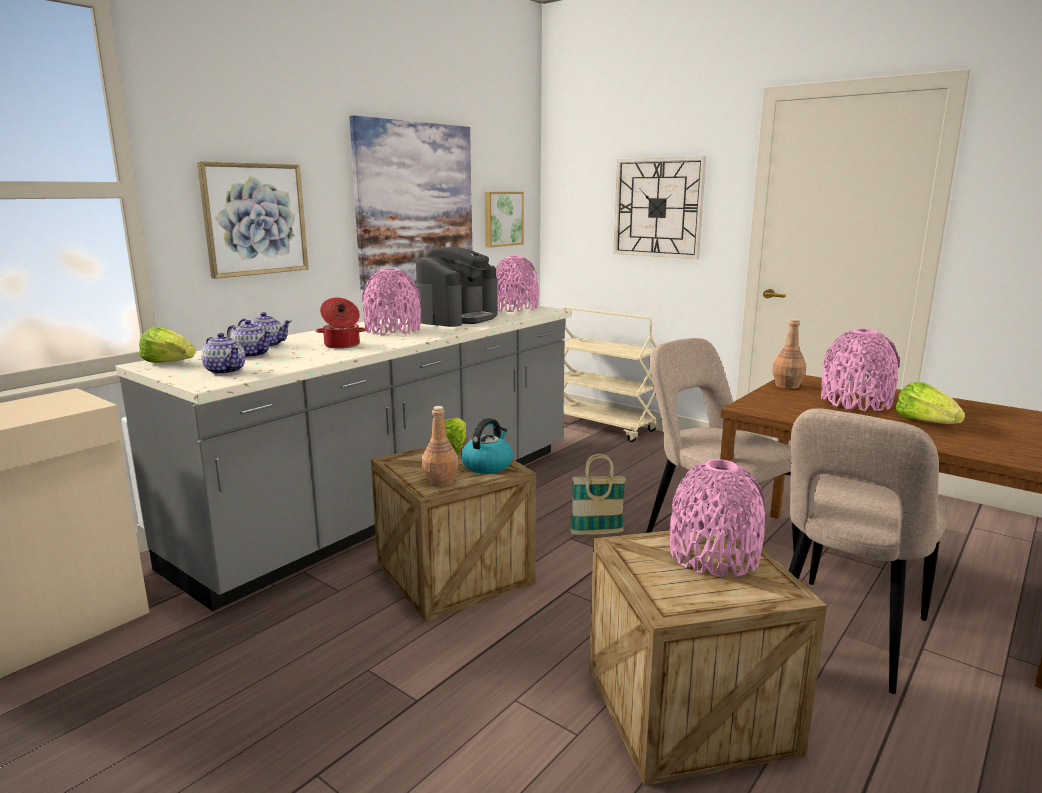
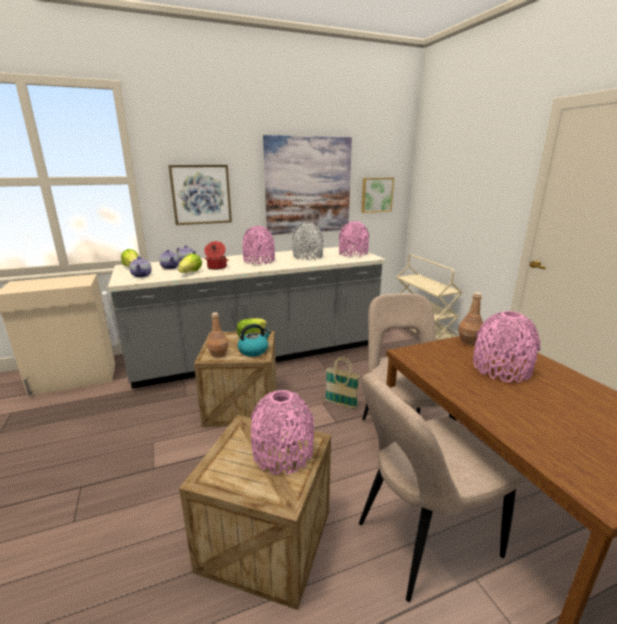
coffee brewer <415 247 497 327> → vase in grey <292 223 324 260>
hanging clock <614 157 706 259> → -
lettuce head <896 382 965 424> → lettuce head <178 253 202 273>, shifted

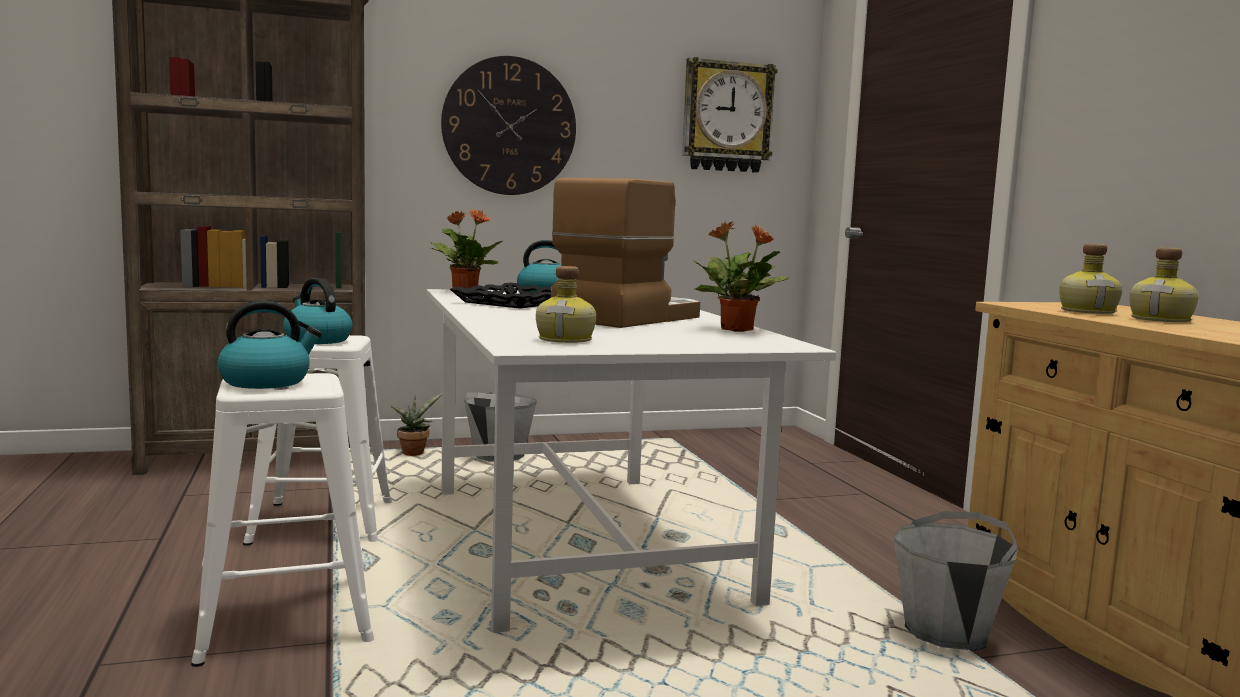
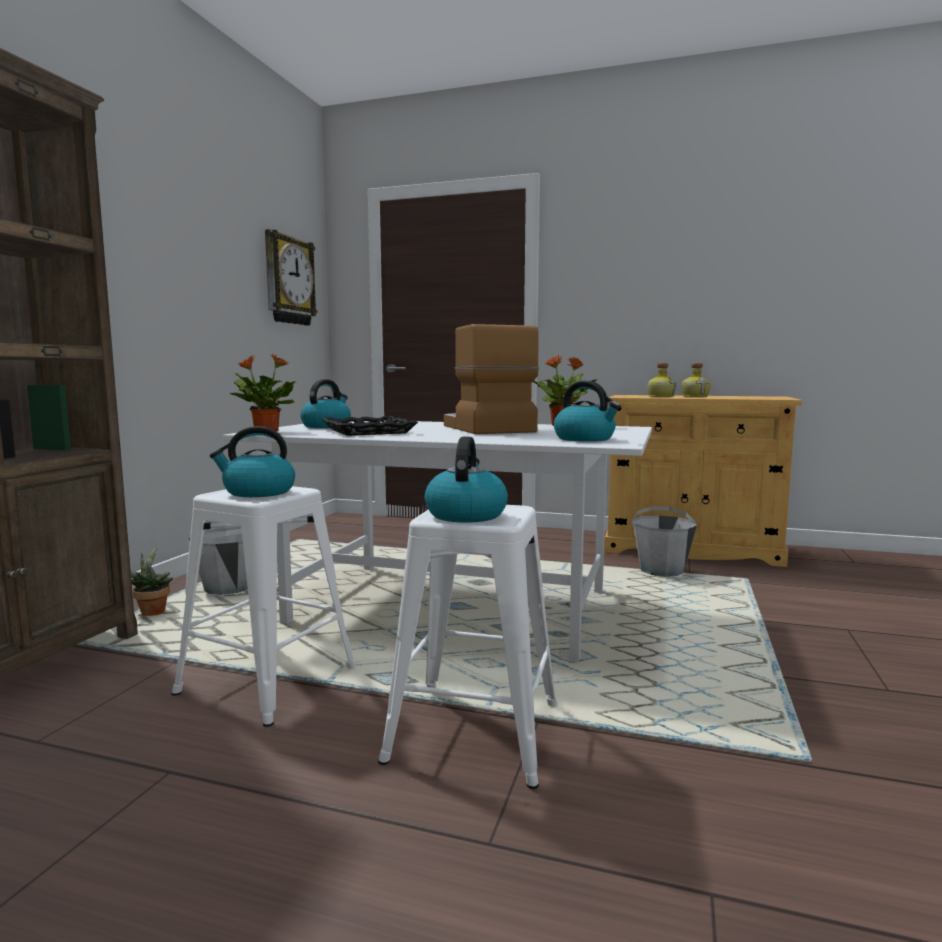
hanging clock <441 56 576 195> → -
beverage bottle <536 266 596 343> → tea kettle <554 381 621 442>

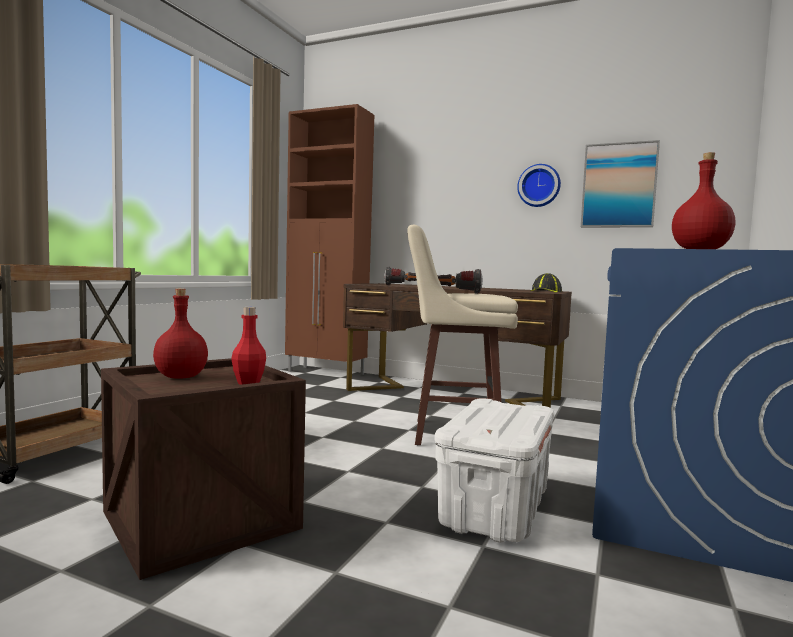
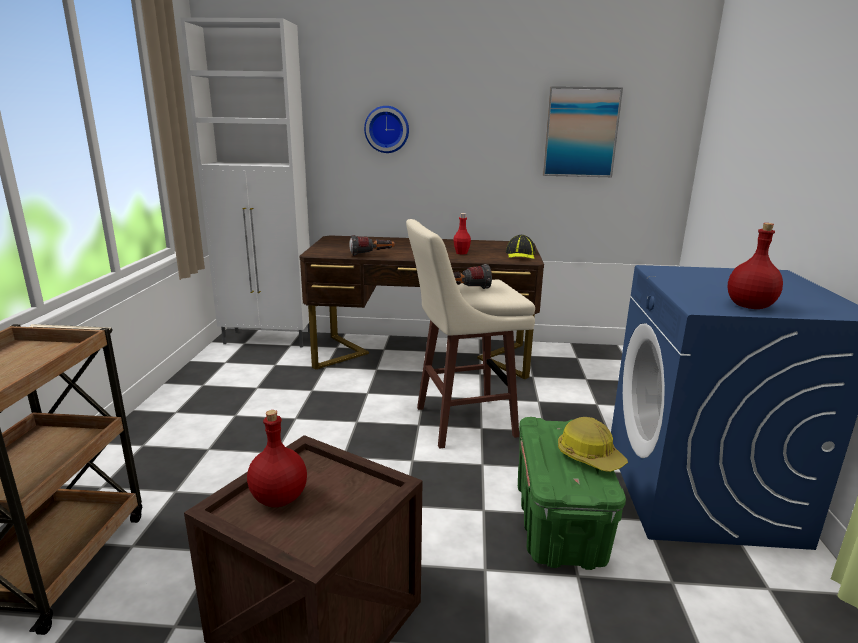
beverage bottle in reddish <231 307 266 385> → beverage bottle in reddish <453 213 471 254>, shifted
storage cabinet in brown <285 104 374 375> → storage cabinet in whitish <180 17 310 348>
storage bin in whitish <434 398 554 543> → storage bin in greenish <518 417 626 570>
hanging clock <517 164 561 207> → hanging clock <364 106 409 153>, shifted
- → safety helmet <558 417 628 472>

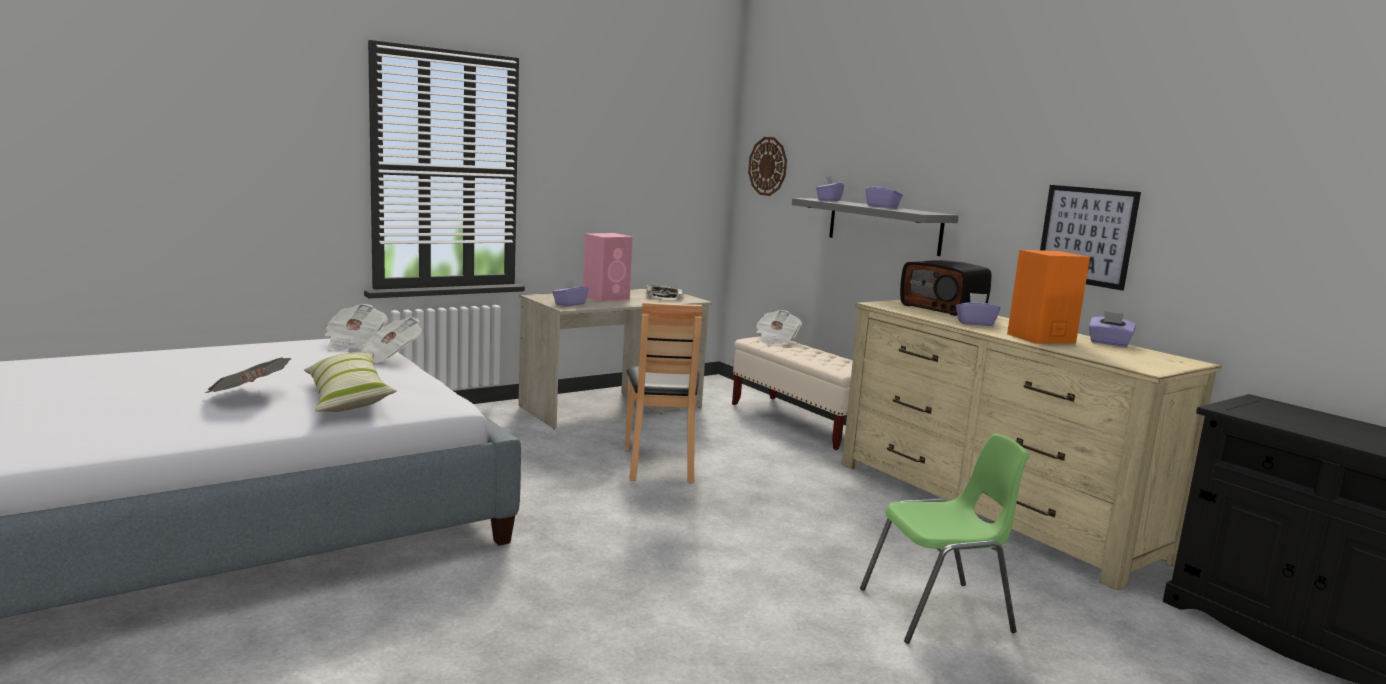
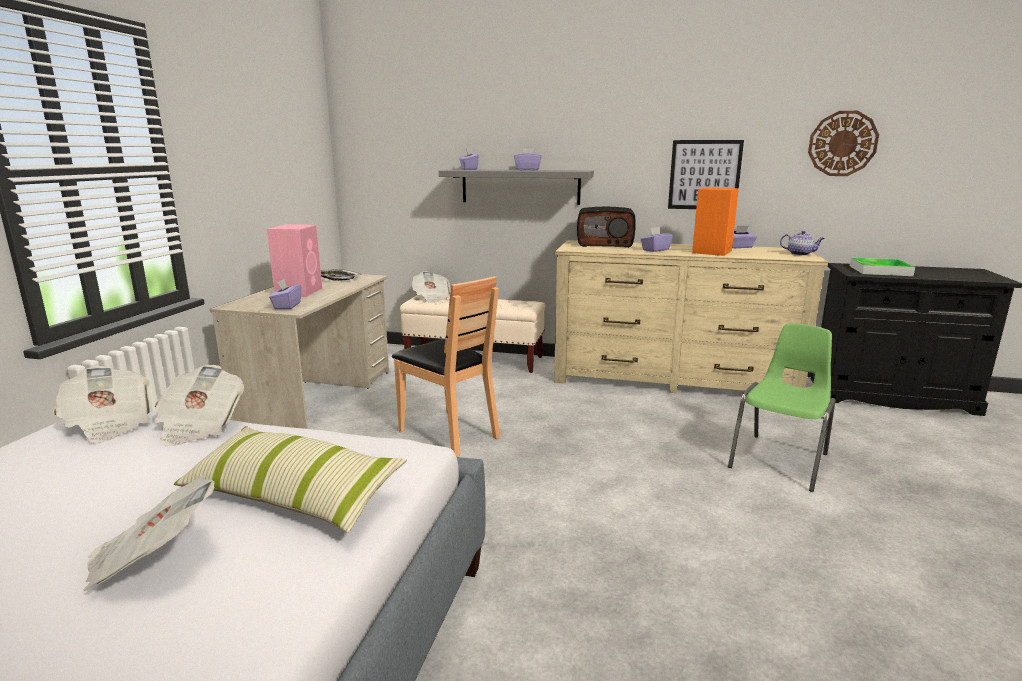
hanging clock <748 137 787 196> → hanging clock <808 111 879 176>, shifted
- → teapot <780 231 825 256>
- → carrying tray <850 258 915 276>

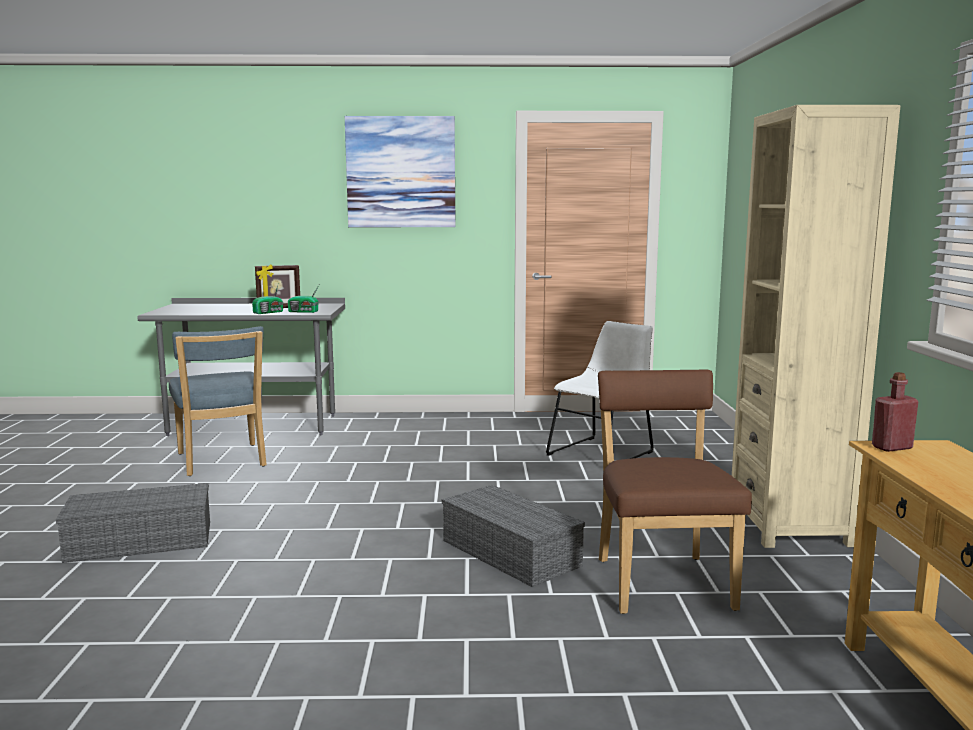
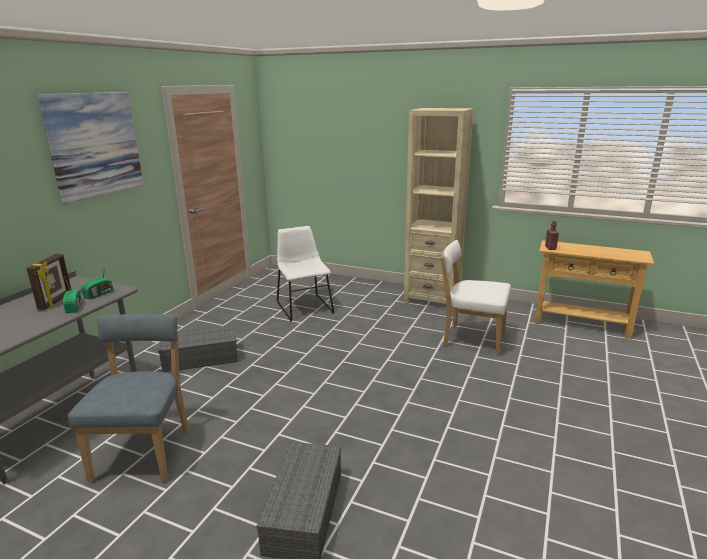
chair in blue <169 326 267 476> → chair in blue <68 314 189 483>, 90 degrees counterclockwise
storage bin in grey <442 485 585 587> → storage bin in grey <158 325 238 372>, shifted
chair in brown <598 369 752 614> → chair in whitish <440 240 511 356>

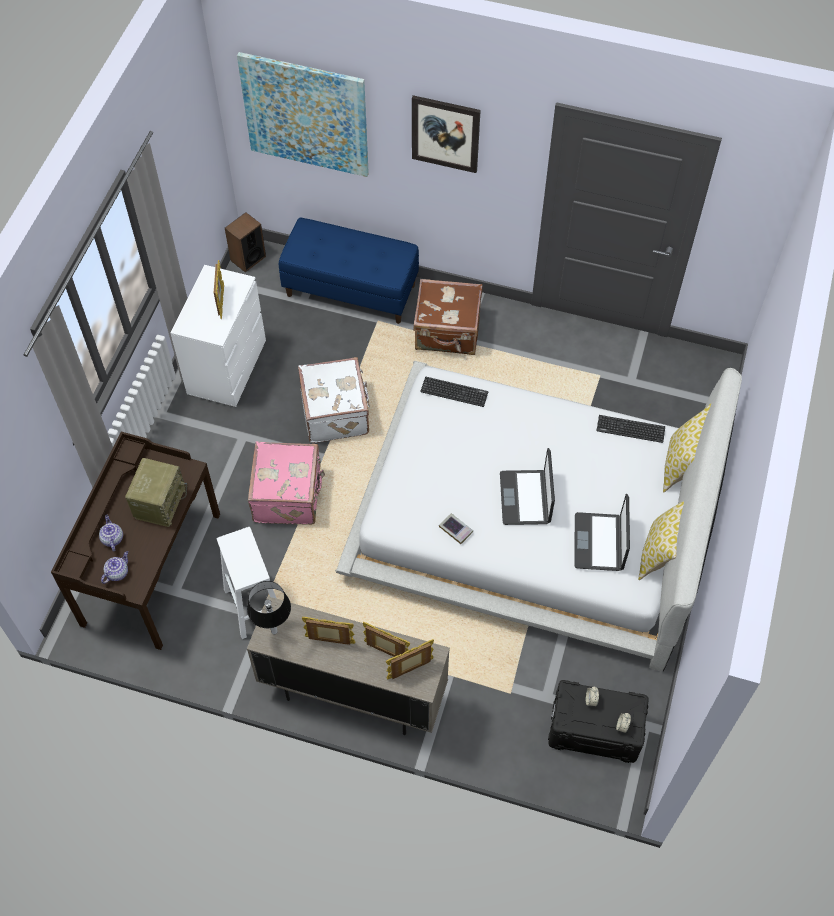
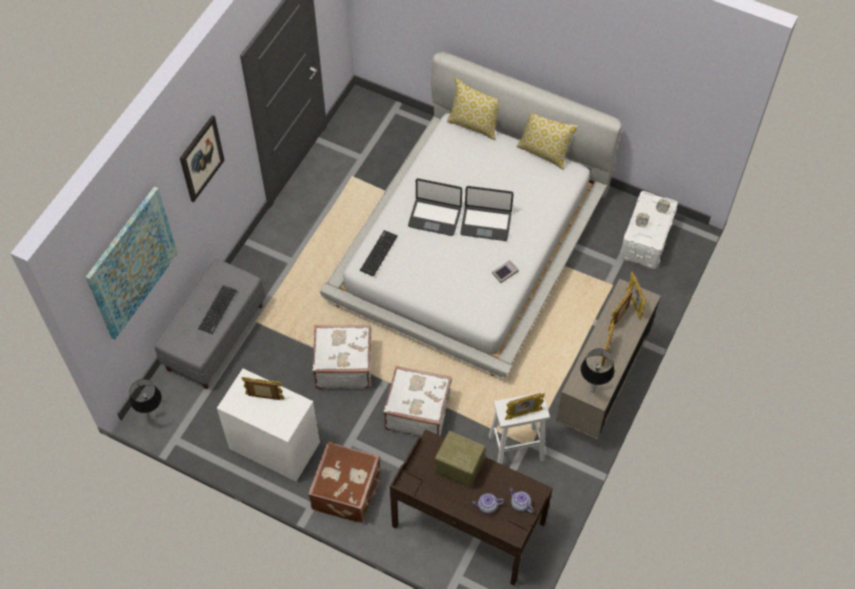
speaker <225 212 266 272> → lamp for a table <129 379 162 419>
piece of luggage in pinkish <248 441 325 525> → piece of luggage in whitish <383 366 452 436>
long seat in blue <279 218 419 324> → long seat in grey <154 259 265 389>
piece of luggage in brown <413 279 483 355> → piece of luggage in brown <308 442 382 523>, shifted
storage bin in black <548 680 649 763> → storage bin in whitish <620 191 678 269>
laptop <574 494 630 571> → laptop <408 178 462 236>, shifted
PC keyboard <597 415 665 443> → PC keyboard <198 285 237 334>, shifted
- → picture frame <505 393 545 420>

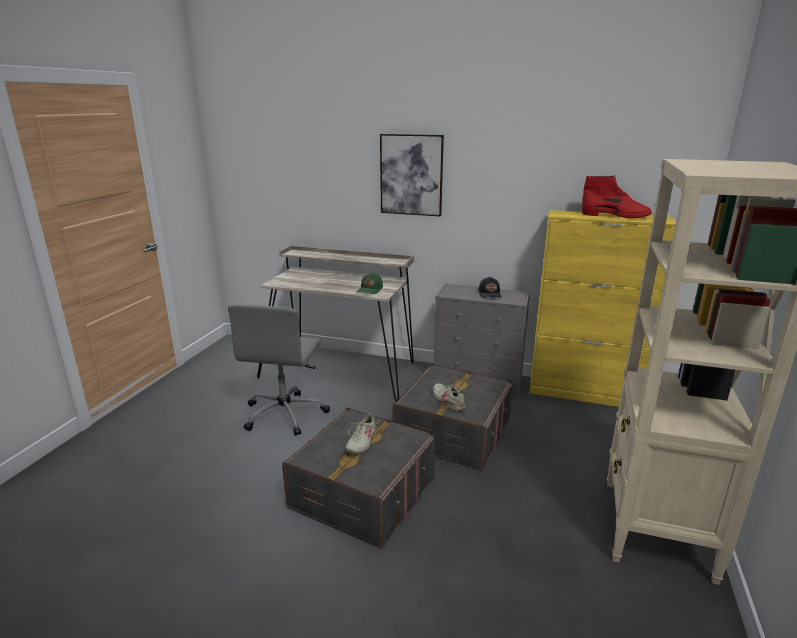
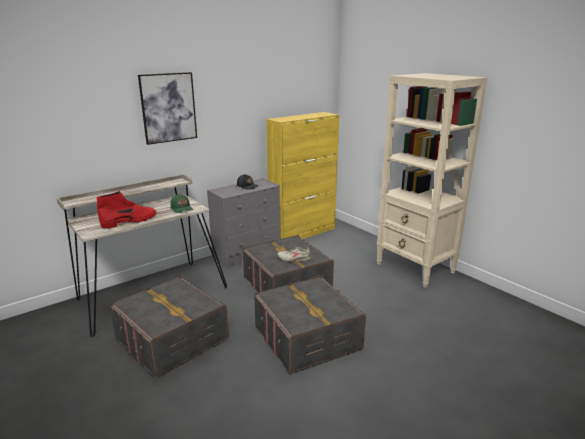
office chair in grey <228 304 330 436> → storage bin in grey <110 275 229 379>
shoe in beige <345 413 380 454> → -
high-top boot in reddish <582 175 652 218> → high-top boot in reddish <97 191 156 229>, shifted

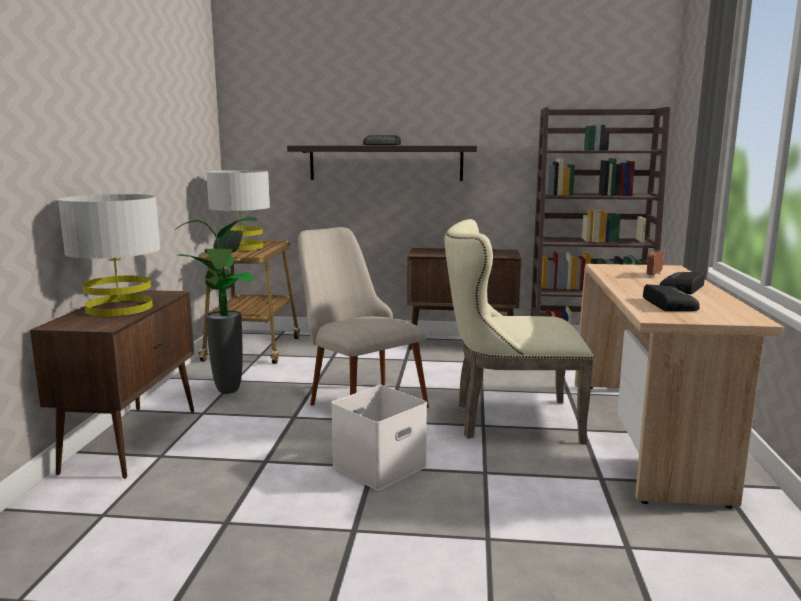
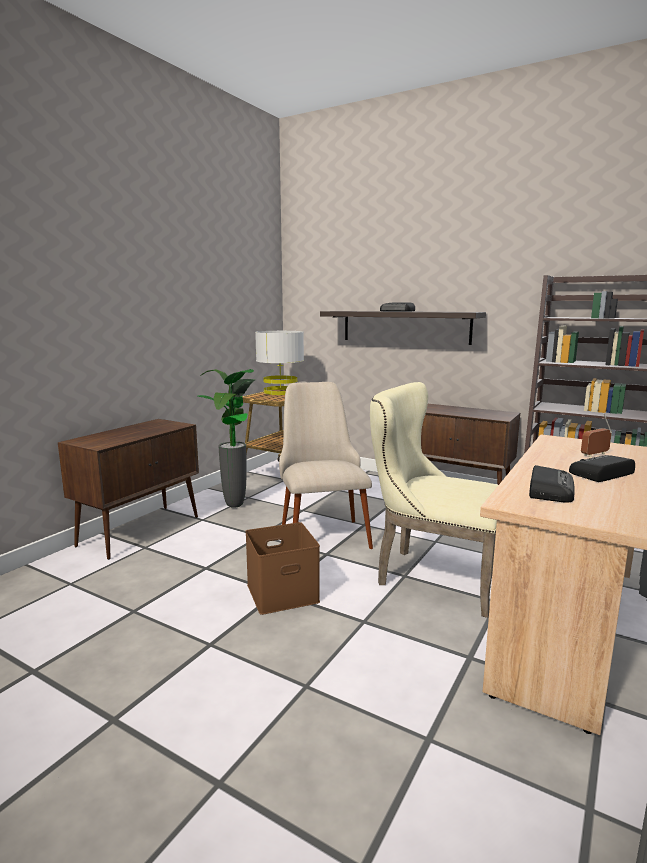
lamp for a table in grey <58 194 161 316> → -
storage bin in whitish <331 385 427 491> → storage bin in brown <245 522 320 615>

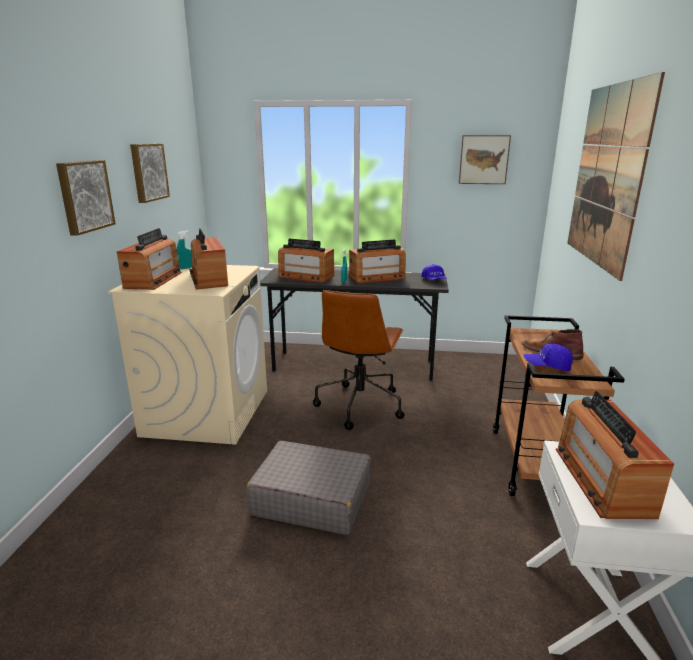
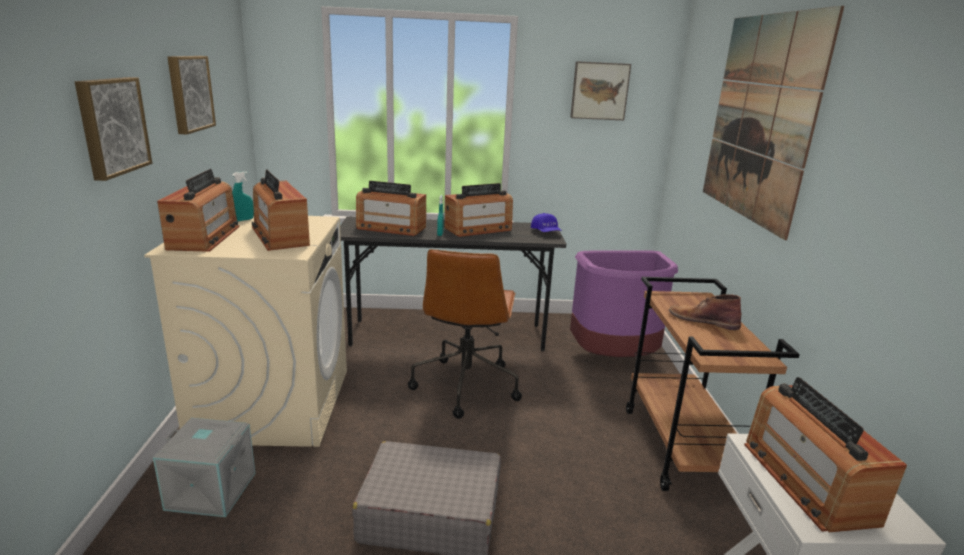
peaked cap in blue <523 344 573 371> → -
- → storage bin in grey <153 418 255 517>
- → rubbish bin in purplish <570 251 678 357>

